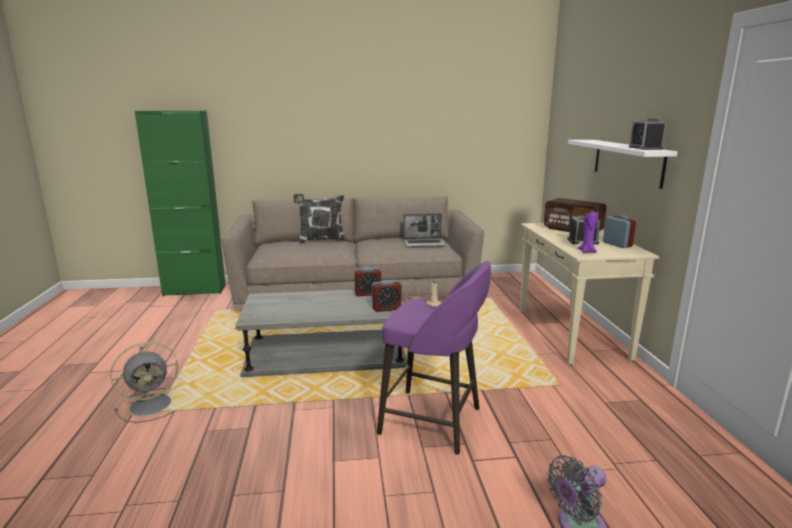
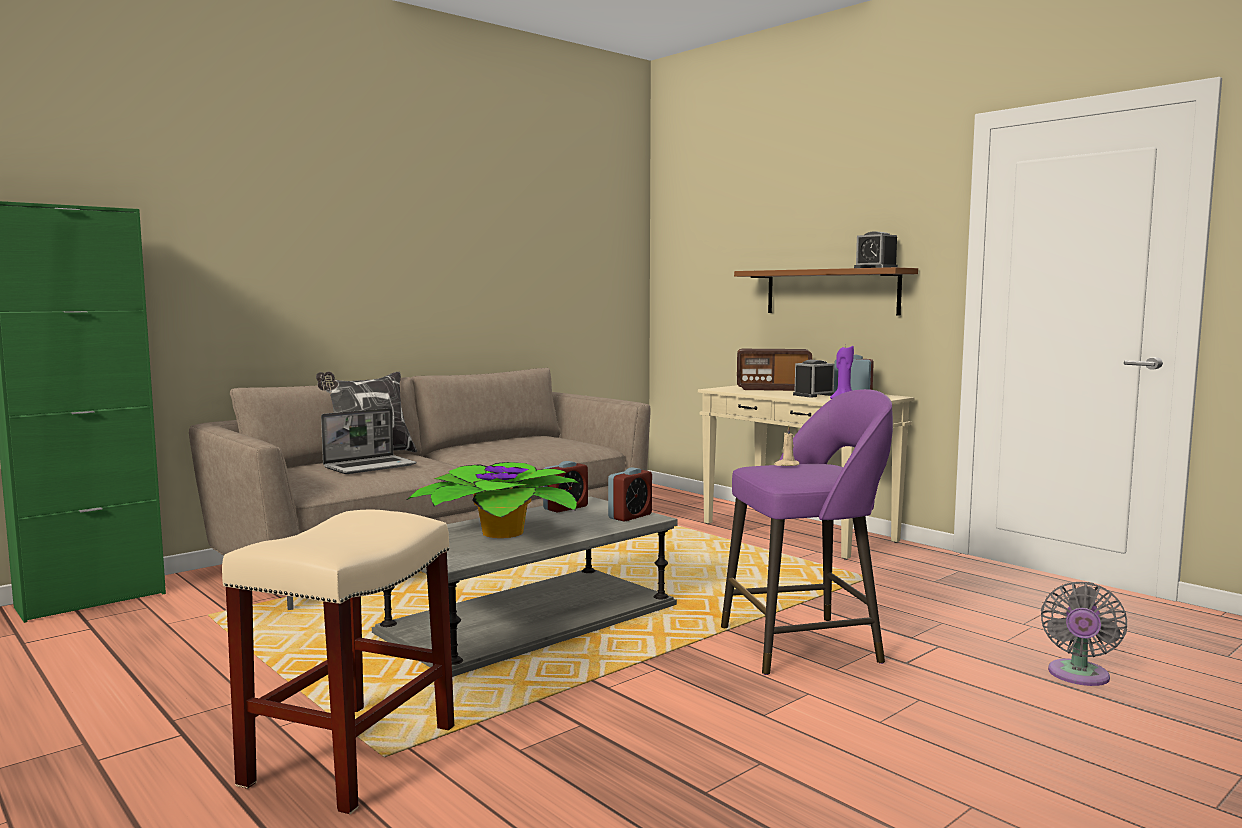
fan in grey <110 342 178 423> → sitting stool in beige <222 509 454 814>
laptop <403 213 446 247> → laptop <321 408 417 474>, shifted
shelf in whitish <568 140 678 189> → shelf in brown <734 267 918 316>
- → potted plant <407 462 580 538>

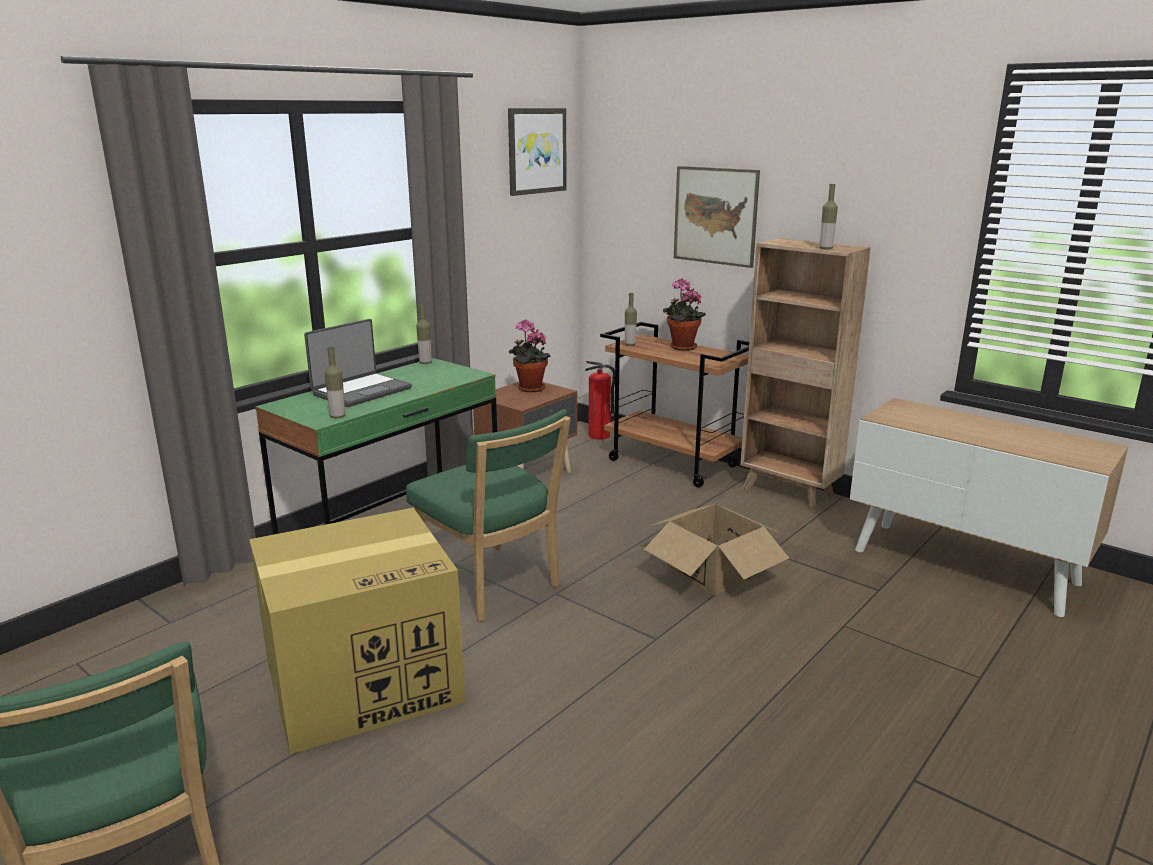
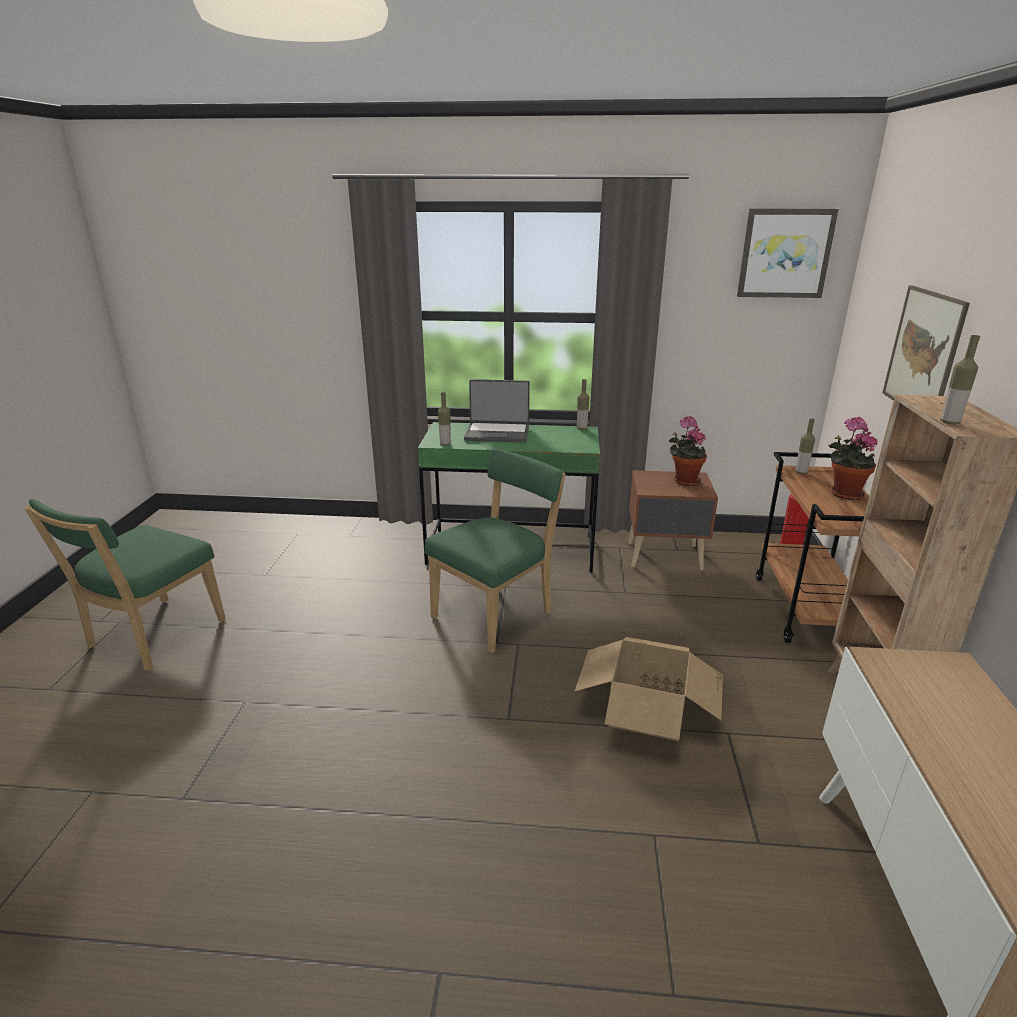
cardboard box <249 508 465 754> → -
chair in greenish <406 409 571 621> → chair in greenish <425 448 565 653>, 150 degrees counterclockwise

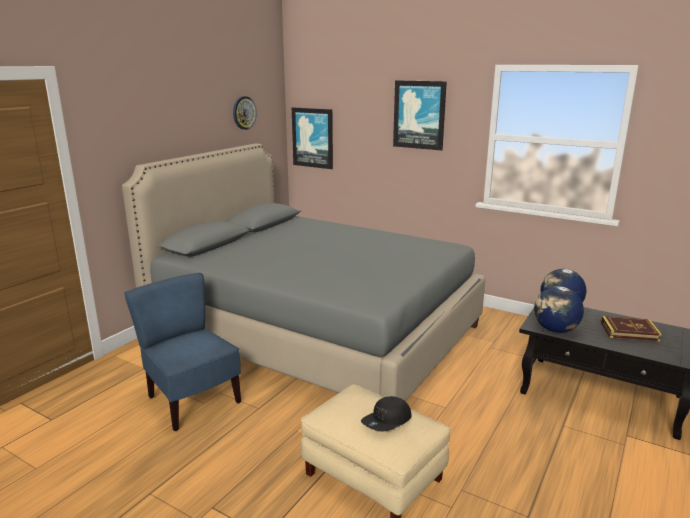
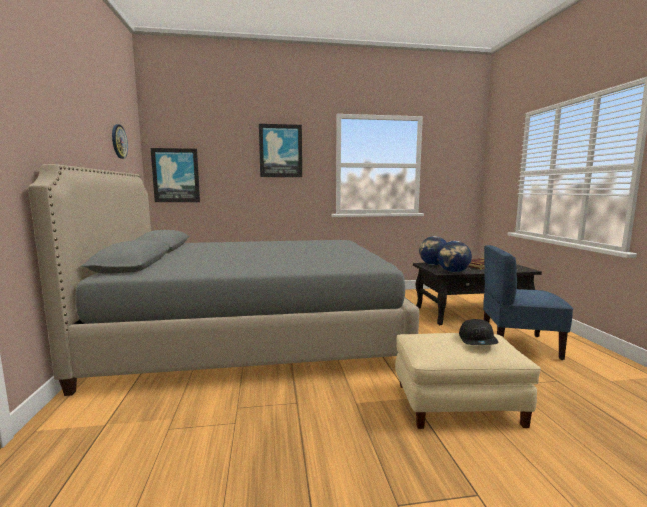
chair in blue <124 273 241 431> → chair in blue <483 245 573 360>, shifted

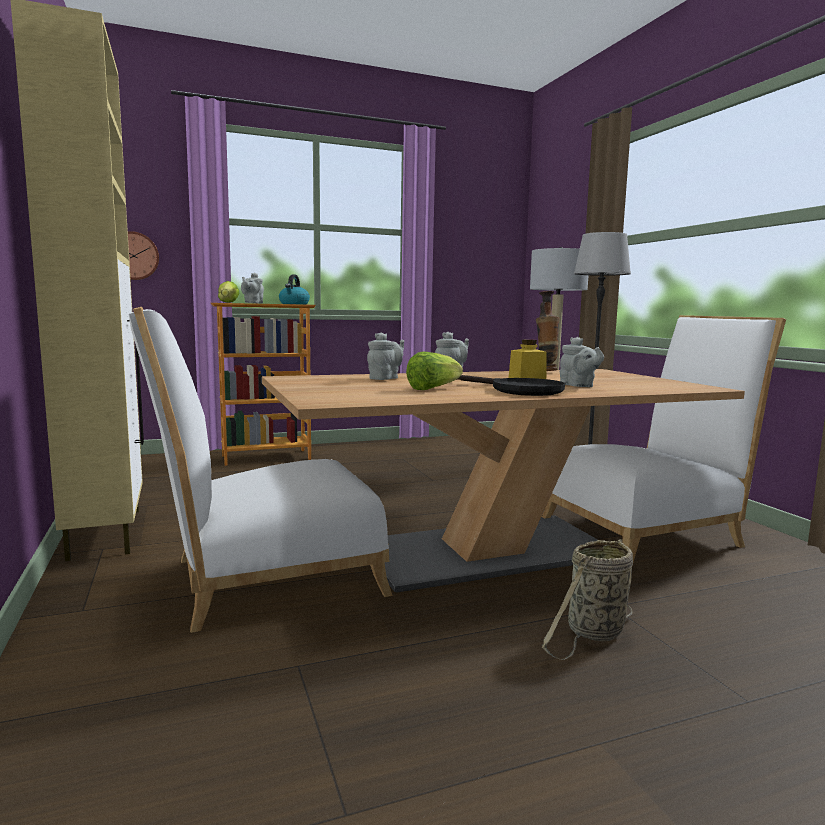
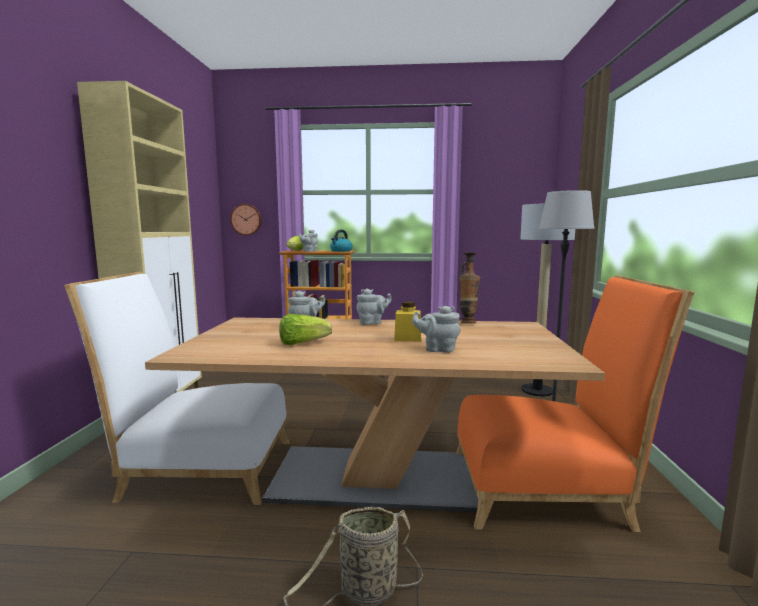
pan in black <456 375 565 396> → -
chair in whitish <542 315 786 562> → chair in orangey <456 275 694 532>
teapot in grey <560 337 604 387> → teapot in grey <412 306 461 353>, 105 degrees clockwise

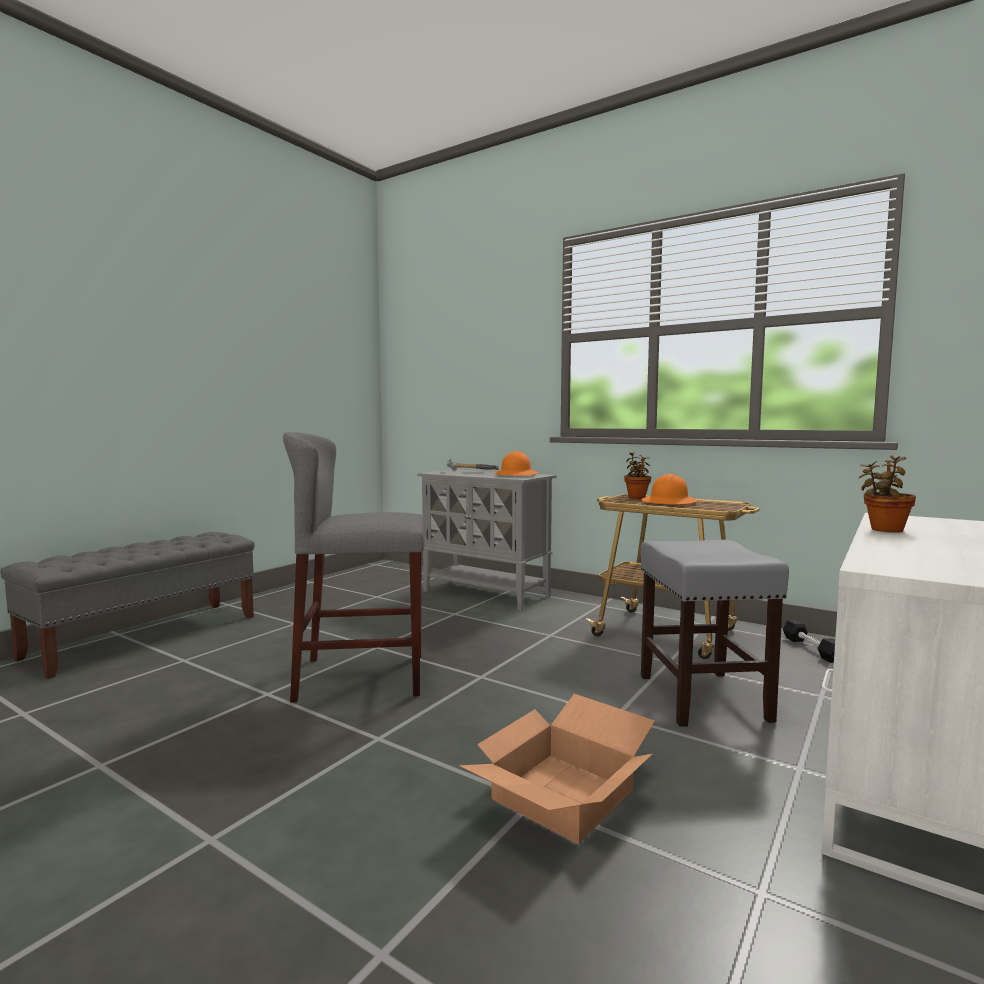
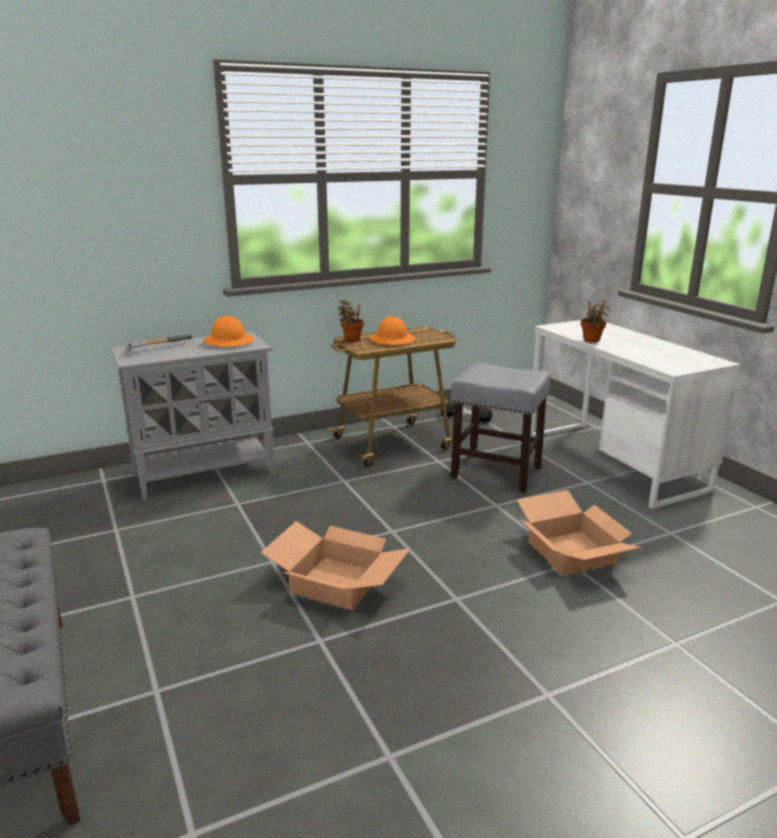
sitting stool in grey <283 432 425 702> → cardboard box <261 521 411 610>

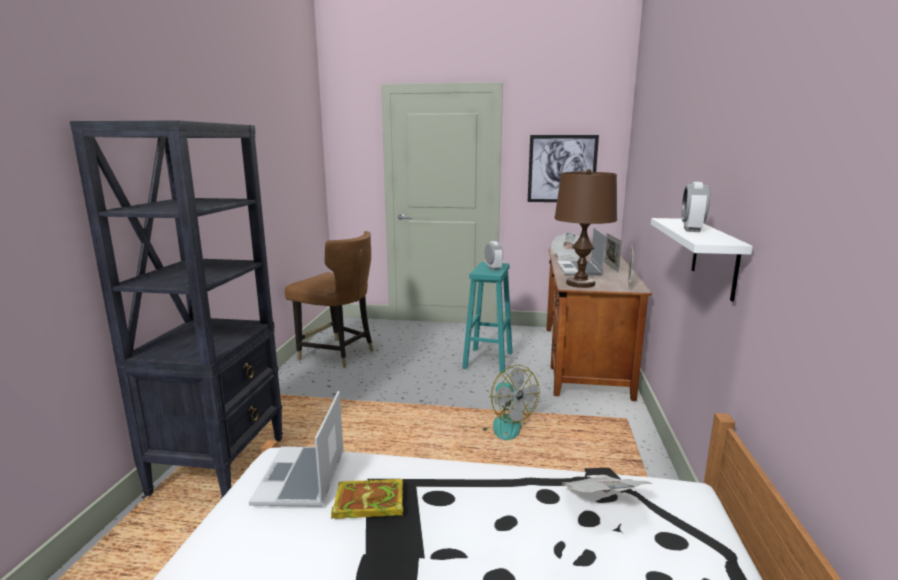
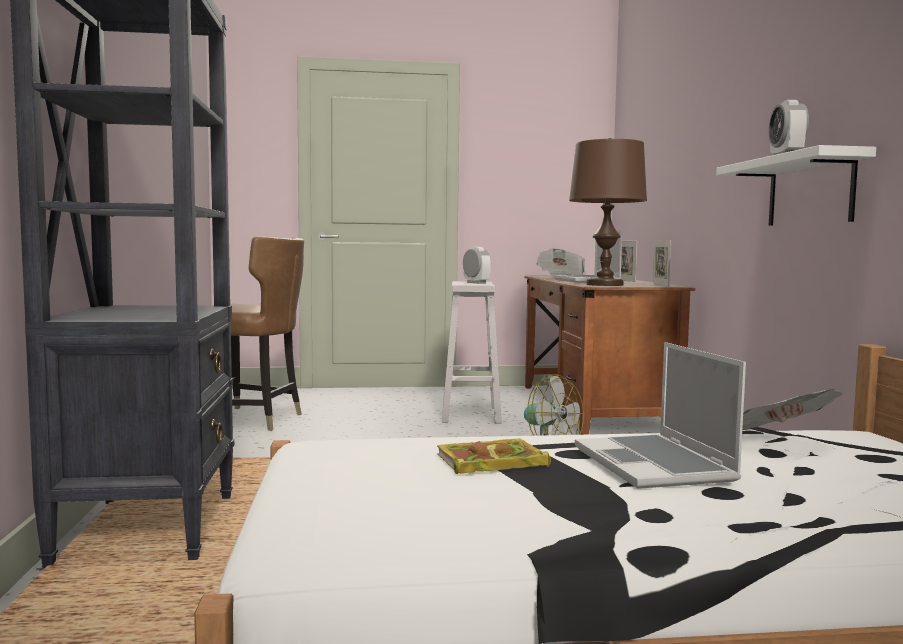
laptop <249 391 344 507> → laptop <575 342 746 489>, shifted
sitting stool in blue-green <462 262 512 373> → sitting stool in whitish <442 281 502 423>
wall art <528 135 599 202> → -

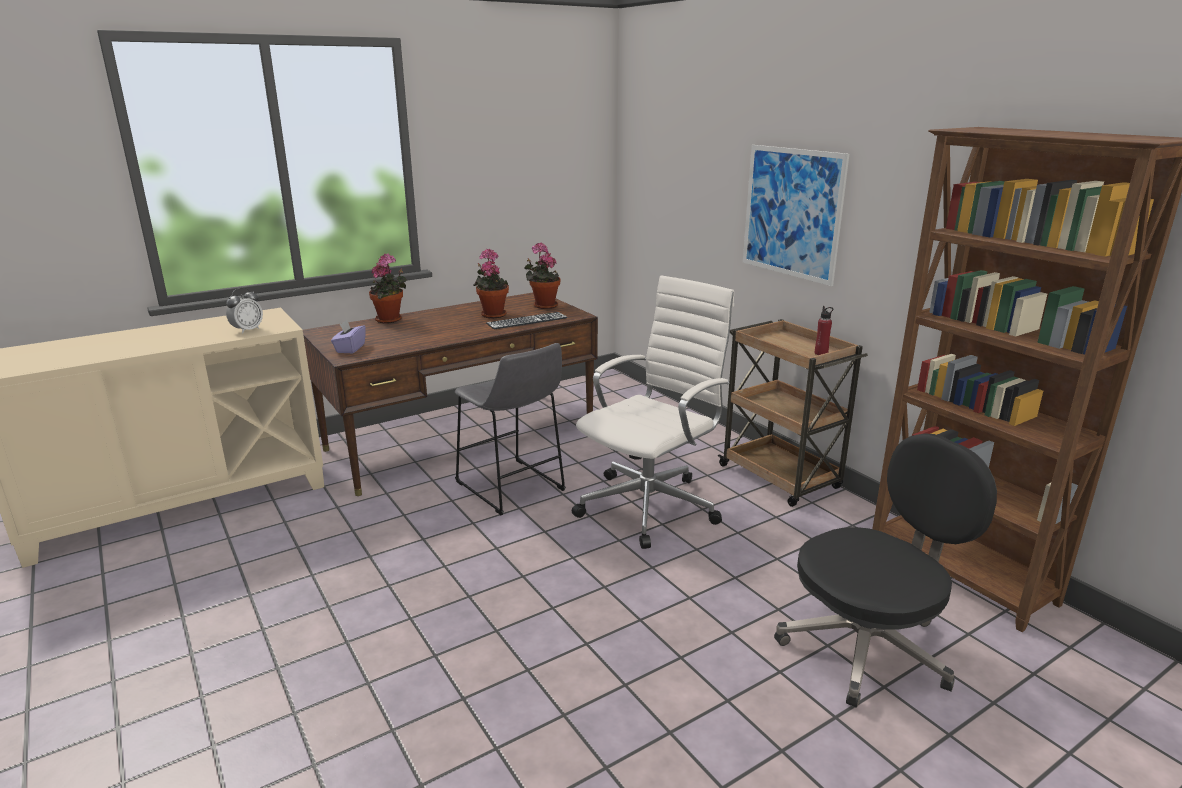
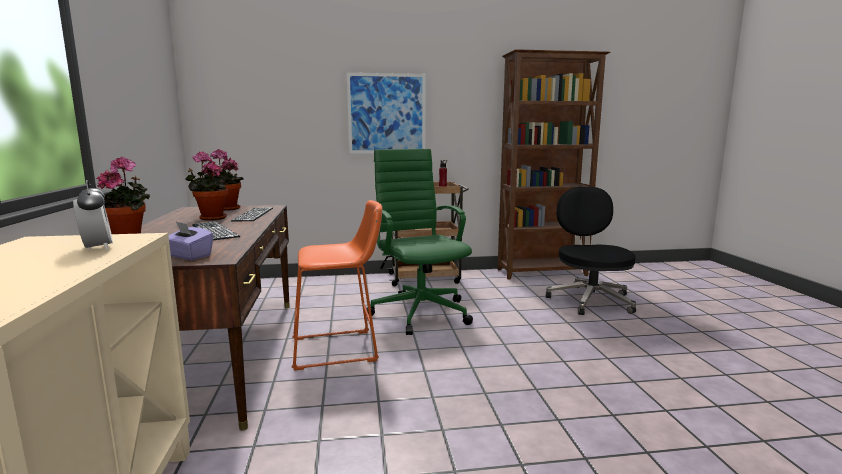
sitting stool in grey <455 343 566 515> → sitting stool in orangey <292 200 382 371>
office chair in whitish <572 275 734 549> → office chair in greenish <366 149 473 335>
- → PC keyboard <192 222 240 240>

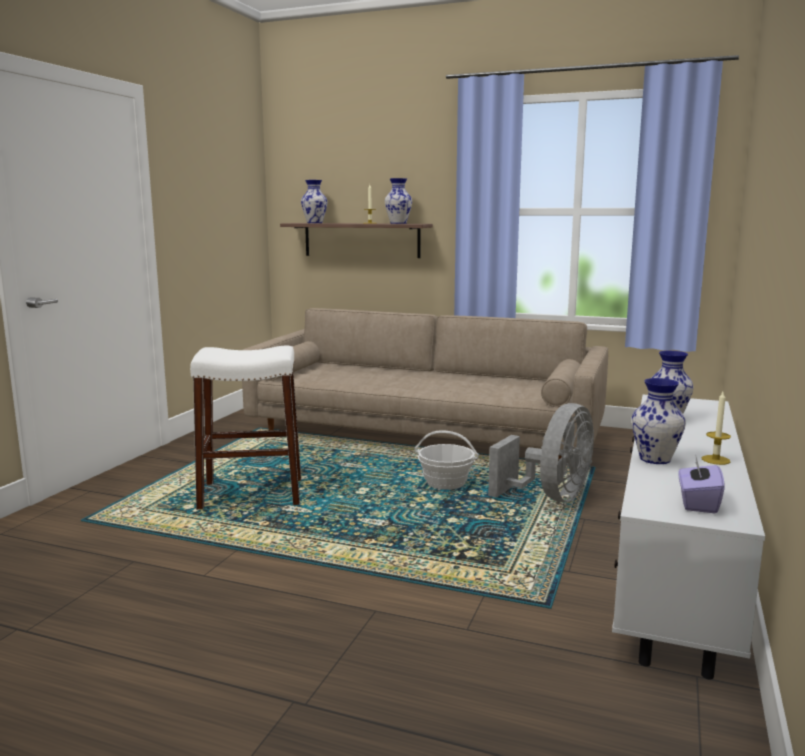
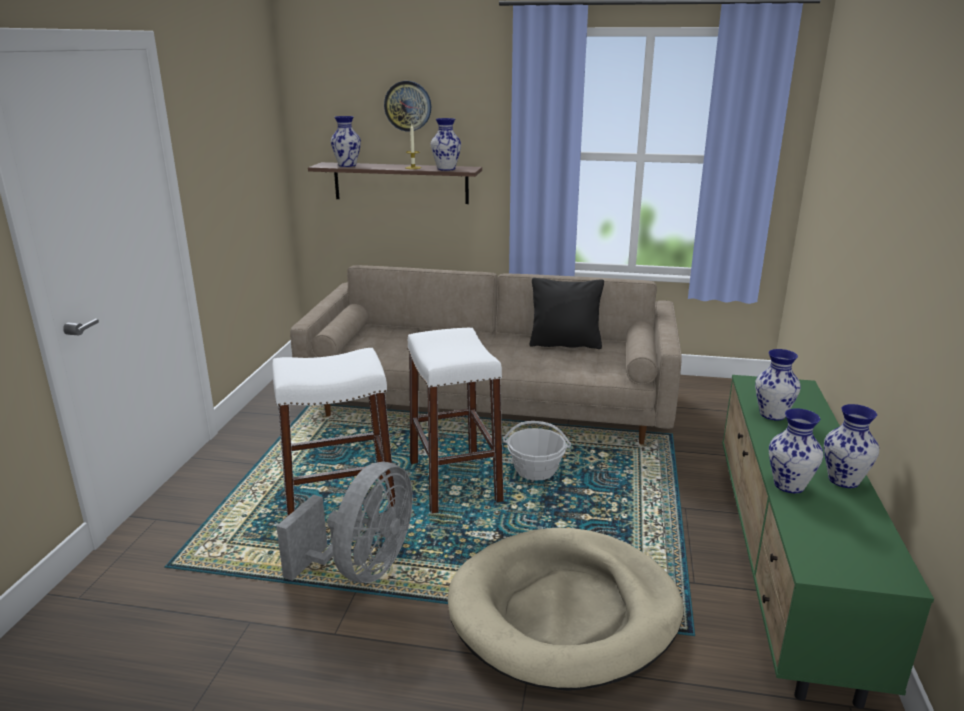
fan in grey <488 403 594 502> → fan in grey <276 462 413 583>, shifted
tv unit in whitish <612 394 765 679> → tv unit in greenish <722 375 934 709>
tissue box in purplish <678 457 725 514> → -
candle <702 392 731 465> → vase <824 404 879 488>
- → hanging clock <384 81 431 131>
- → sitting stool in whitish <407 328 504 514>
- → dog bed in beige <448 528 683 691>
- → pillow in black <529 278 604 349>

